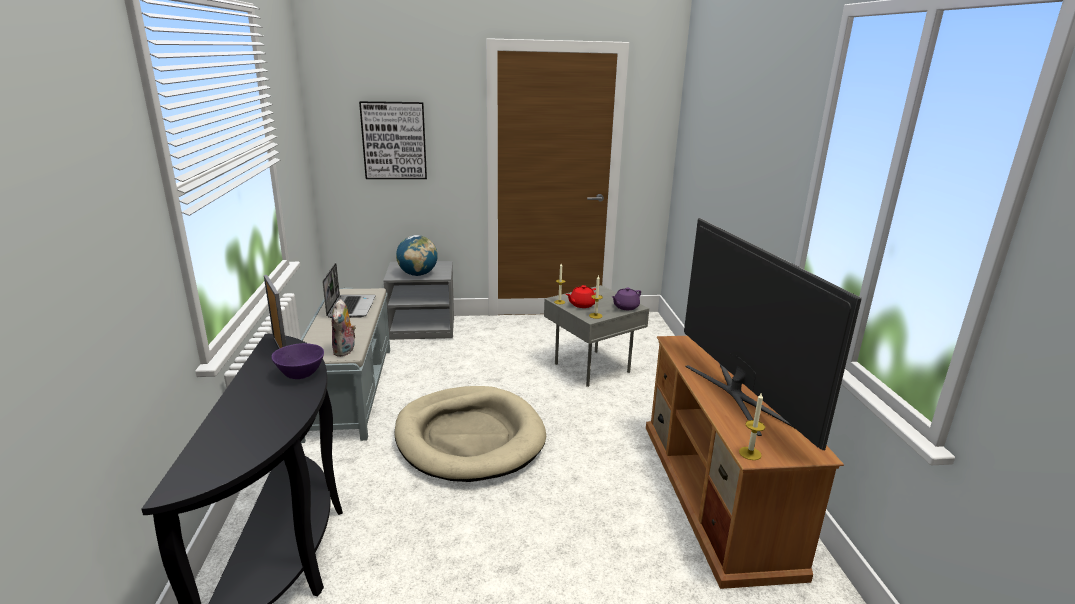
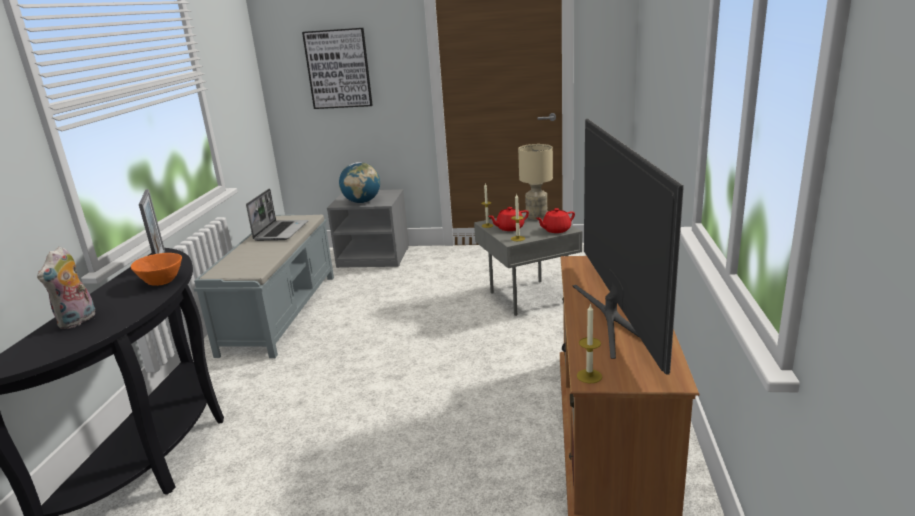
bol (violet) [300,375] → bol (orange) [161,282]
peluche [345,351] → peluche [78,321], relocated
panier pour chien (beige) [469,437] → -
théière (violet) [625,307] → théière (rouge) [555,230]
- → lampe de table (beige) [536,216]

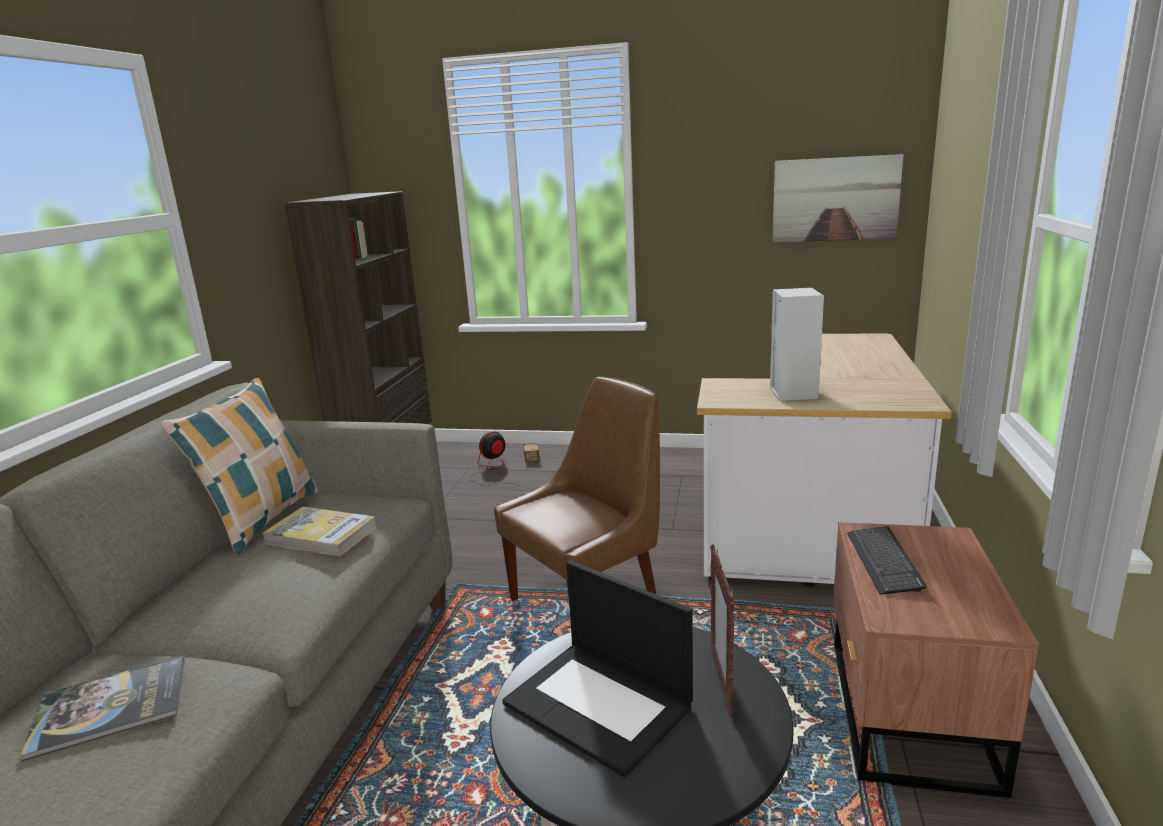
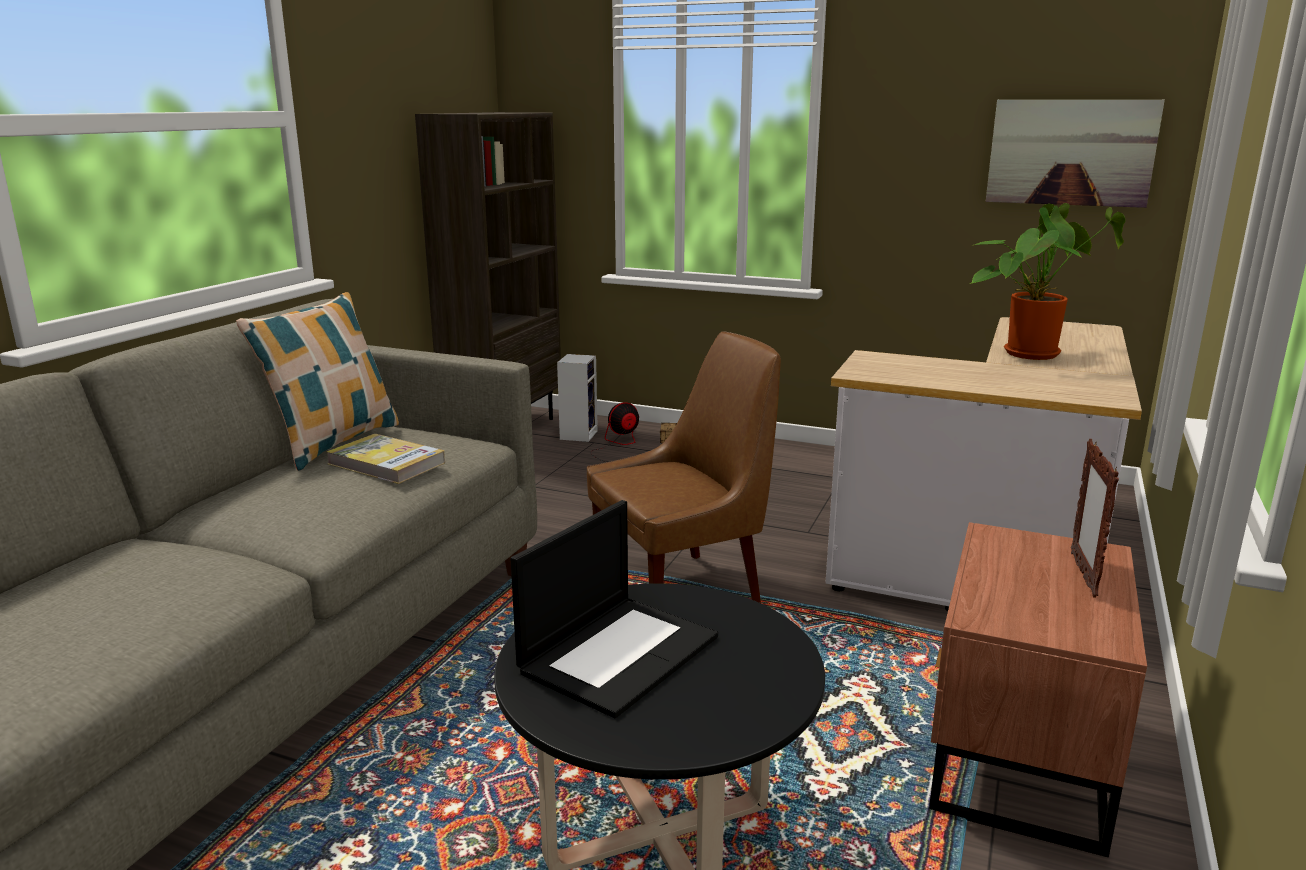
livre [110,707] → -
ordinateur portable [600,705] → ordinateur portable [619,652], 105 degrees counterclockwise
cadre photo [721,681] → cadre photo [1083,574], relocated
enceinte [791,392] → enceinte [578,434], relocated
clavier [884,561] → -
- → plante en pot [1031,352]

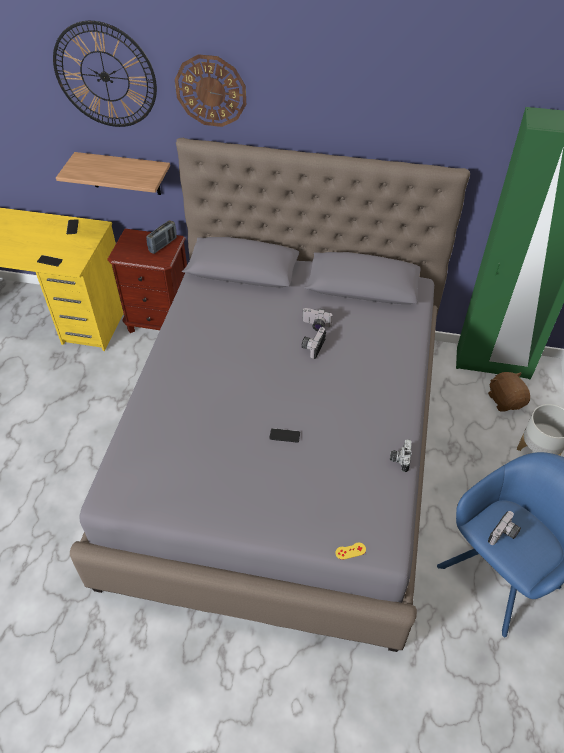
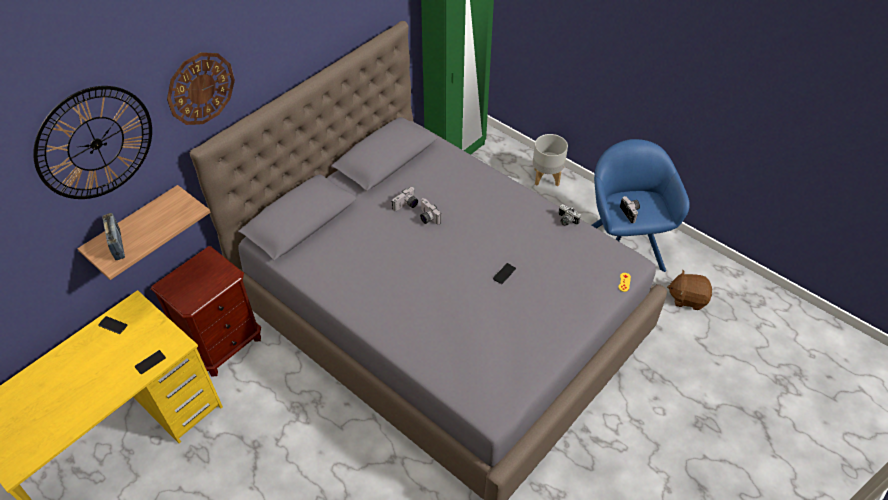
radio [163,245] → radio [118,245], relocated
peluche (marron) [505,400] → peluche (marron) [687,298], relocated

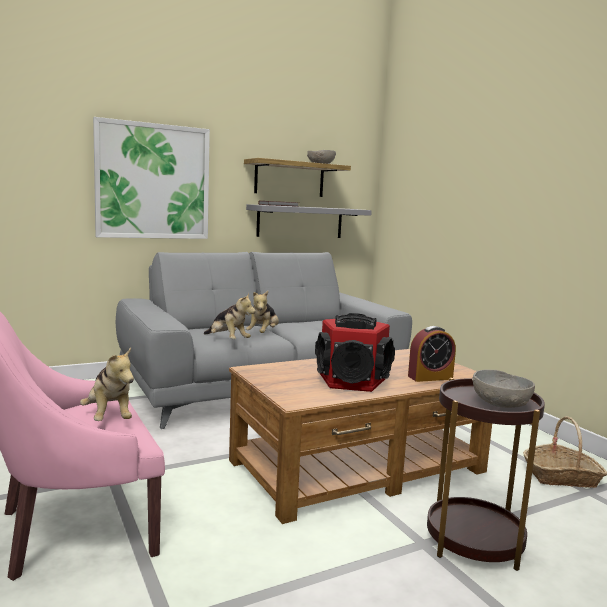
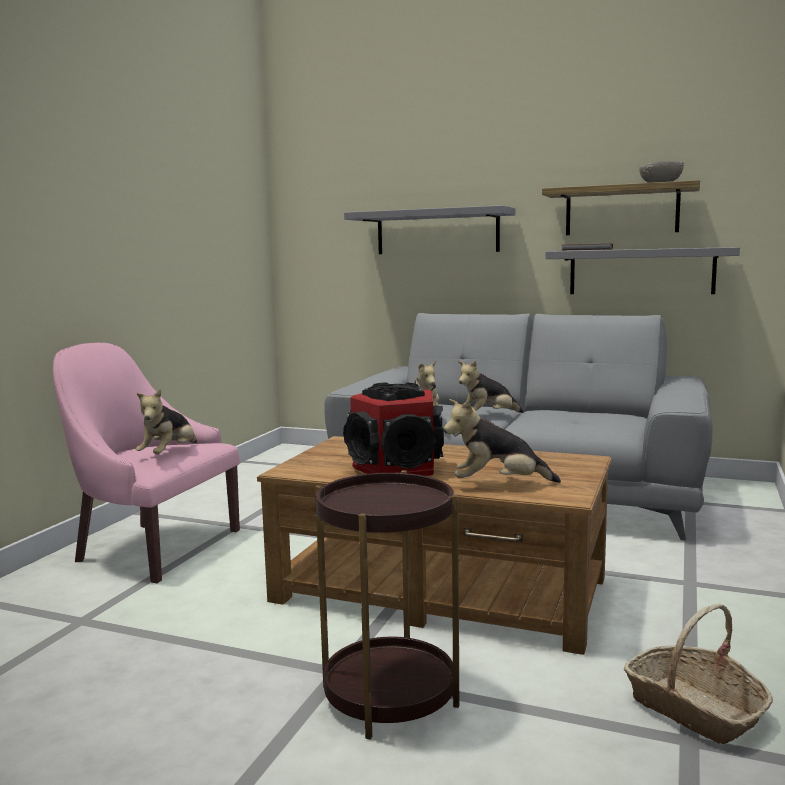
tableau [153,181] → étagère (gris) [437,232]
réveil [430,377] → peluche [498,485]
bol (gris) [501,403] → -

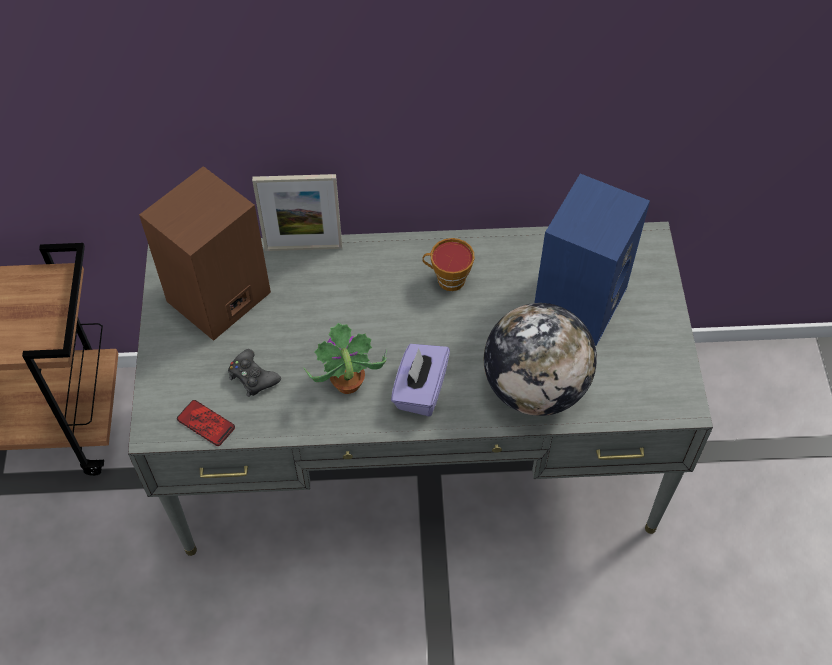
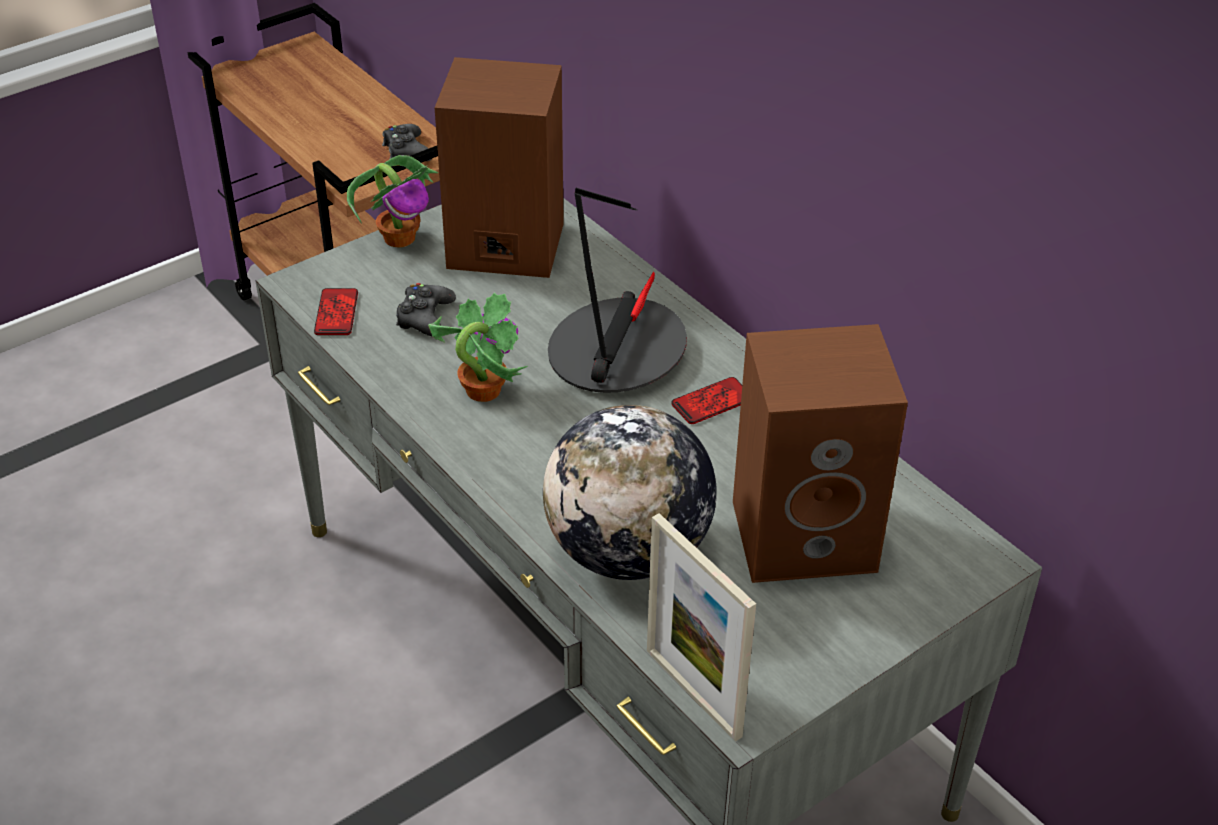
cadre photo [303,247] → cadre photo [693,693], relocated
boîte à mouchoirs (violet) [420,390] → -
tasse [447,279] → téléphone [712,402]
enceinte (bleu) [578,300] → enceinte (marron) [806,533]
- → plante en pot [400,237]
- → manette (noir) [406,151]
- → lampe de table [617,350]

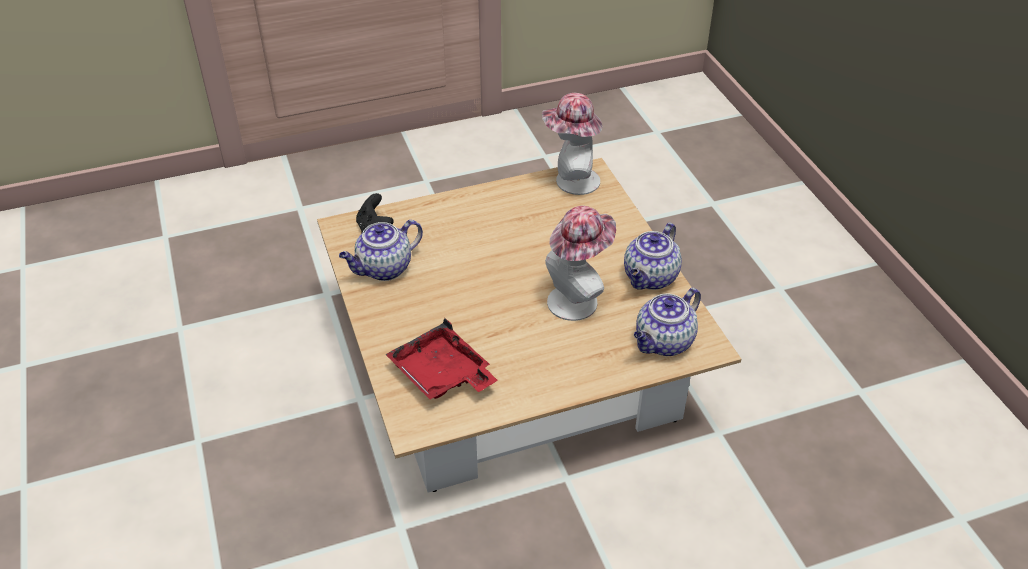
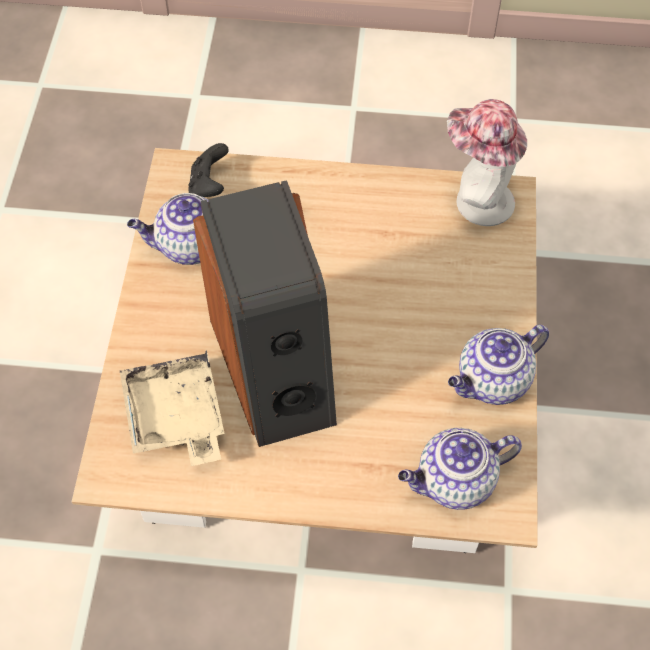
plateau (rouge) [442,374] → plateau (beige) [176,417]
chapeau [577,299] → -
- → enceinte [275,368]

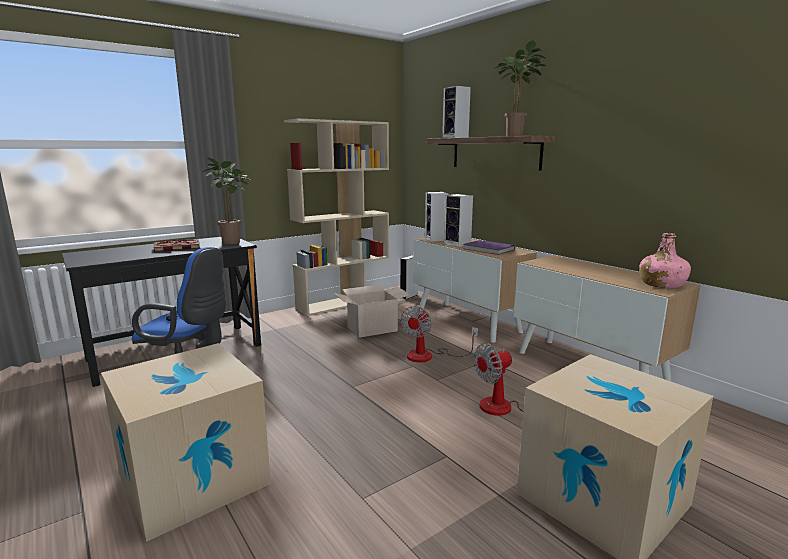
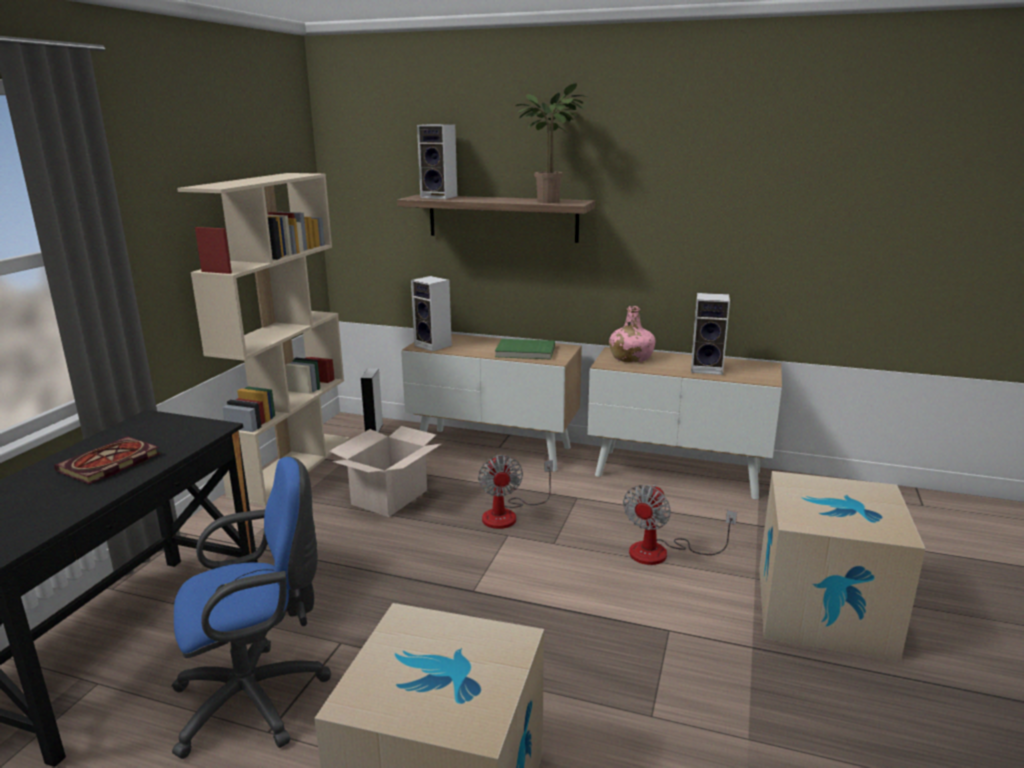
plante en pot [232,243] → -
enceinte [458,244] → enceinte [708,369], relocated
livre (violet) [488,249] → livre (vert) [525,352]
bouteille (rose) [661,284] → bouteille (rose) [630,358], relocated

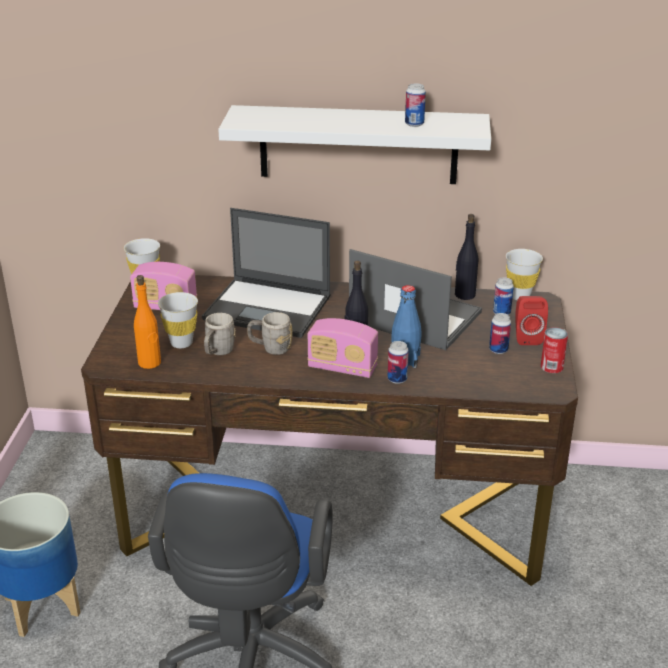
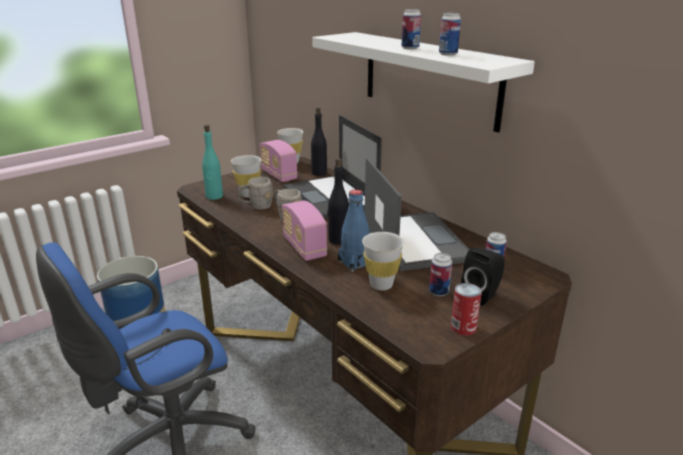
bouteille (orange) [150,363] → bouteille (turquoise) [214,196]
boîte métallique [397,379] → boîte métallique [410,48], relocated
bouteille (noir) [464,295] → bouteille (noir) [319,173], relocated
tasse (blanc) [519,296] → tasse (blanc) [381,285], relocated
enceinte (rouge) [527,337] → enceinte (noir) [482,295]

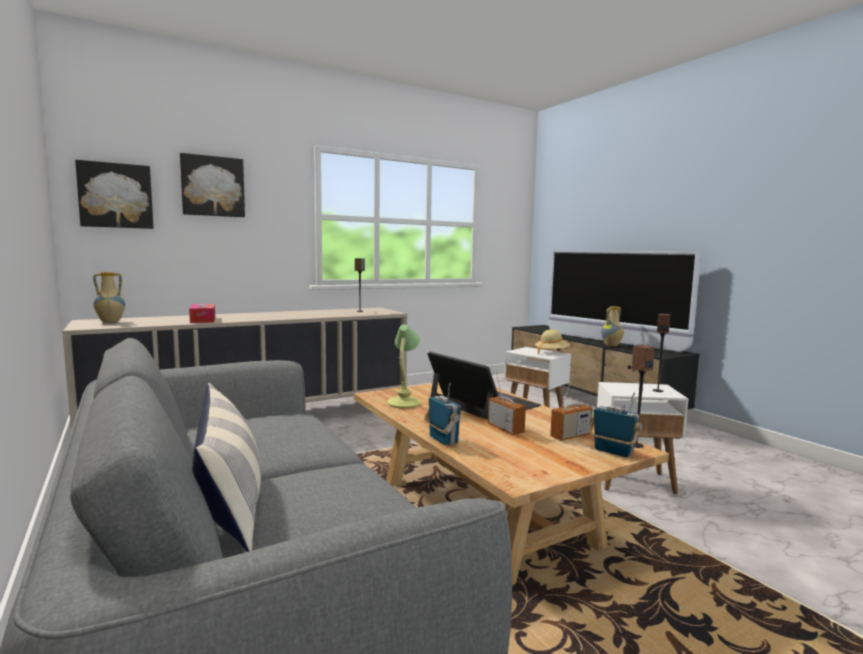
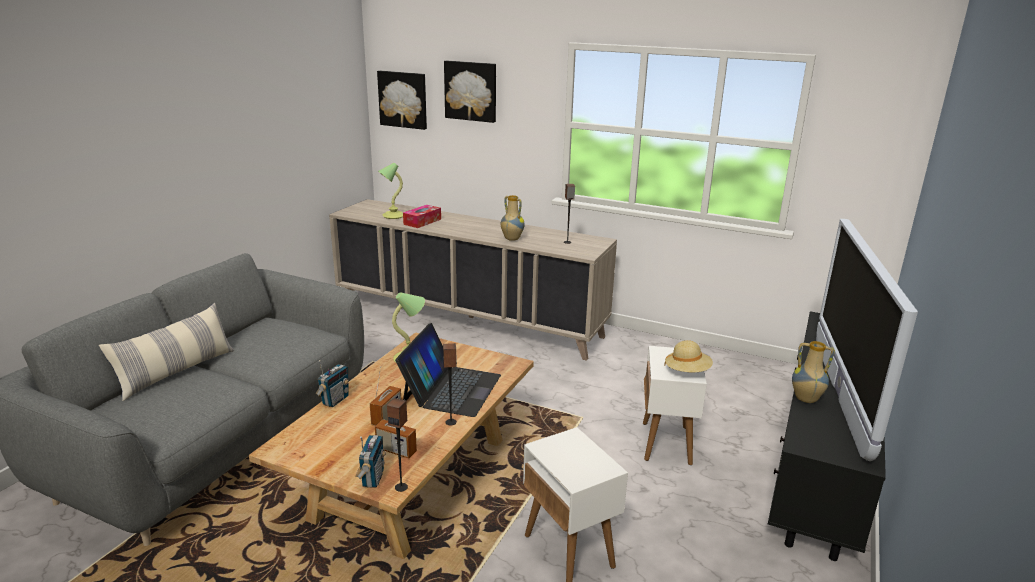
vase [110,321] → vase [511,239], relocated
enceinte [658,390] → enceinte [451,422], relocated
- → lampe de table [392,216]

